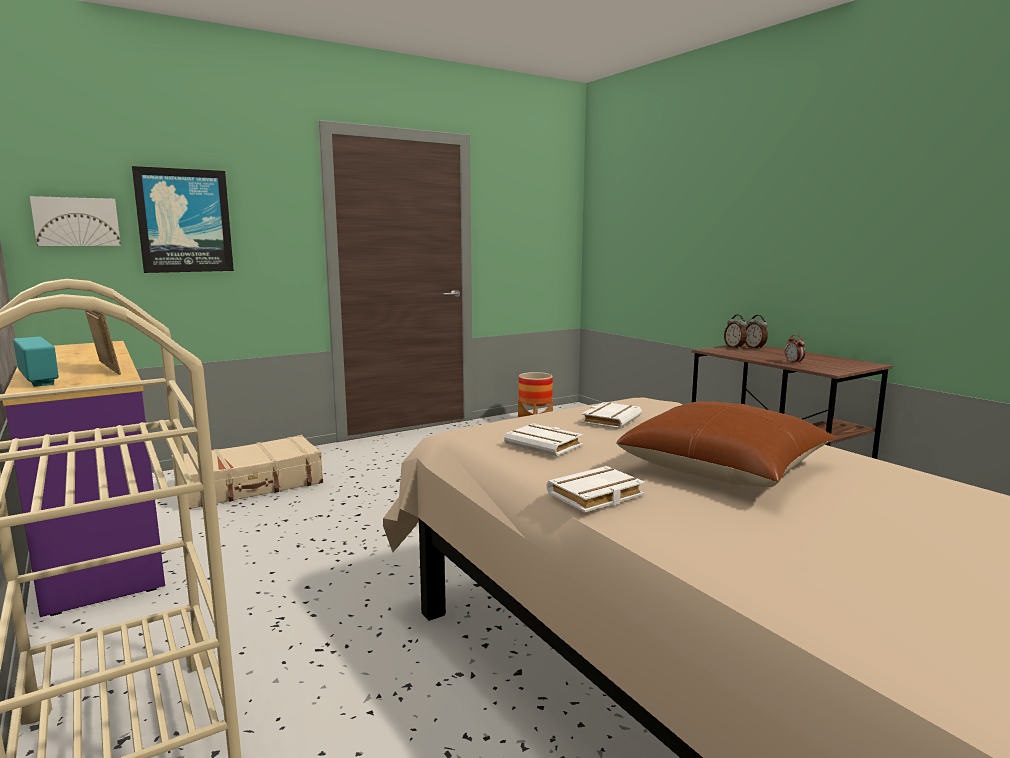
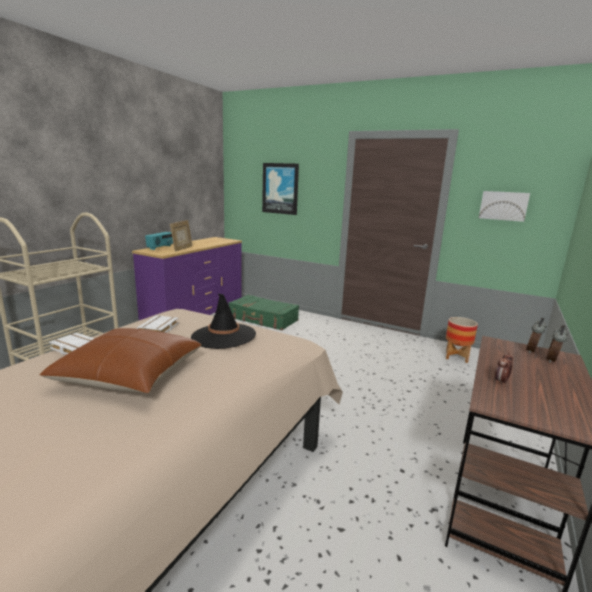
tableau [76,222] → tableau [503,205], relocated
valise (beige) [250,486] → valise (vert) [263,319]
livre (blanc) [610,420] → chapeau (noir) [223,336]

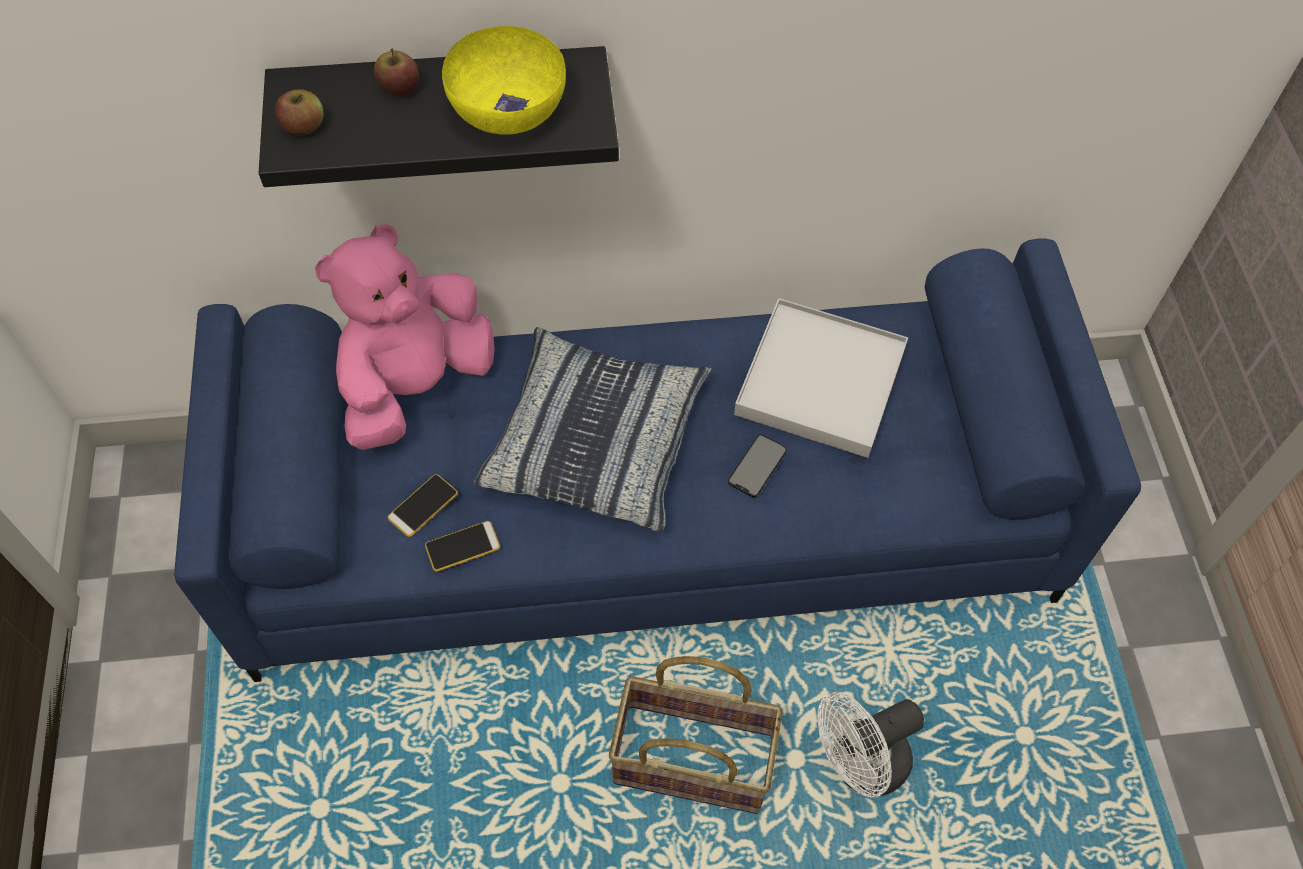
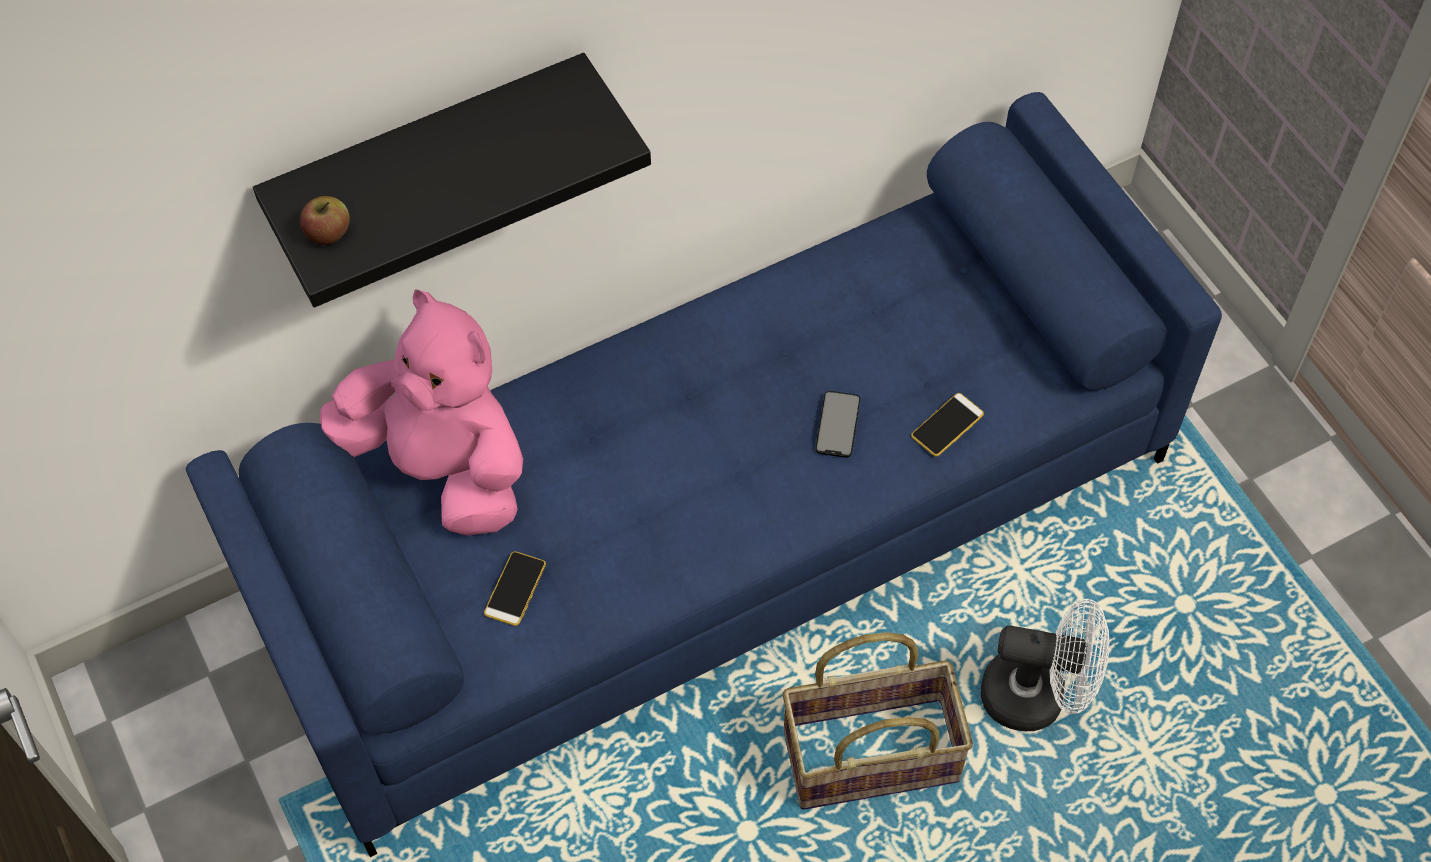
peluche (rose) [415,385] → peluche (rose) [442,468], 105 degrees clockwise
pomme [399,87] → -
téléphone [462,546] → téléphone [947,425], relocated
bol (jaune) [506,109] → -
coussin [596,440] → -
plateau (blanc) [820,381] → -
ventilateur (blanc) [859,765] → ventilateur (blanc) [1037,696], 120 degrees counterclockwise

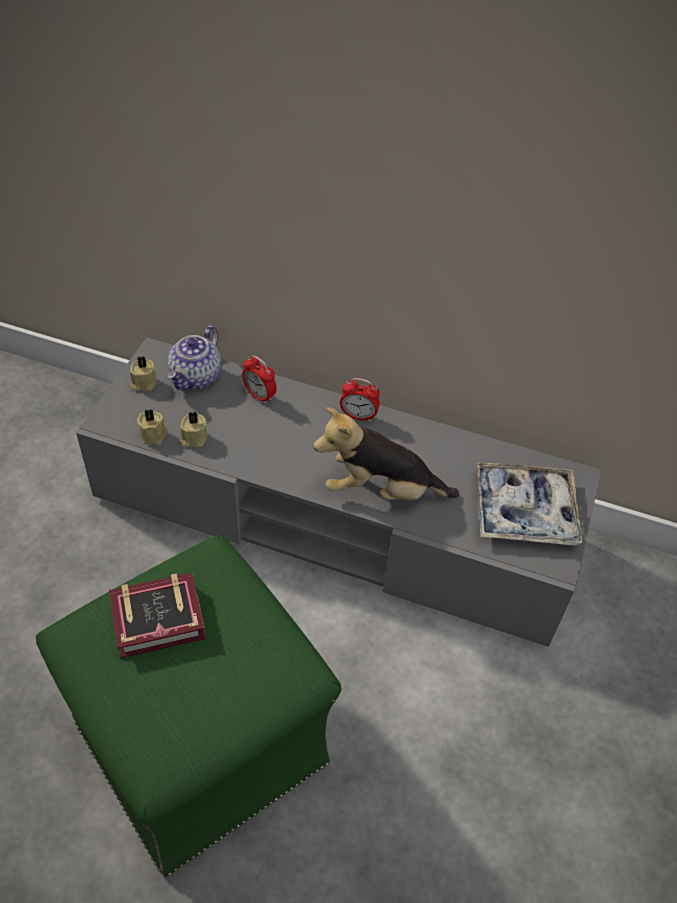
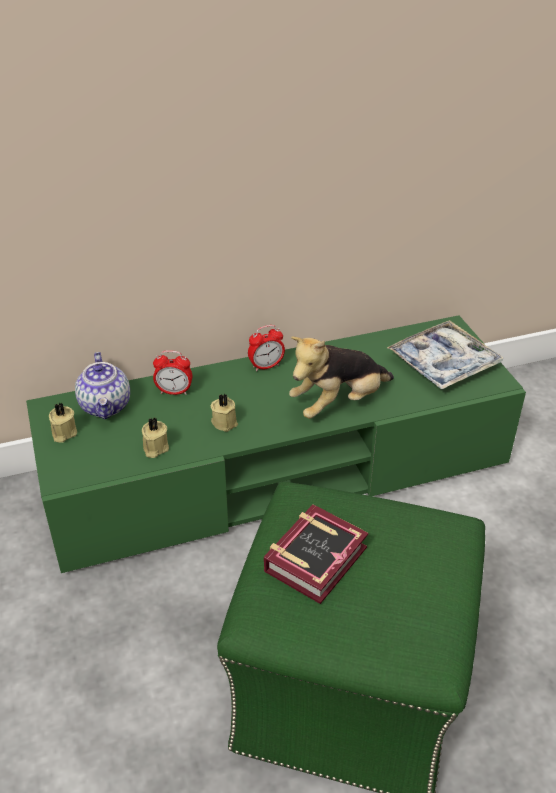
meuble télé (gris) [333,517] → meuble télé (vert) [278,471]
bougie (beige) [154,435] → bougie (beige) [225,422], relocated

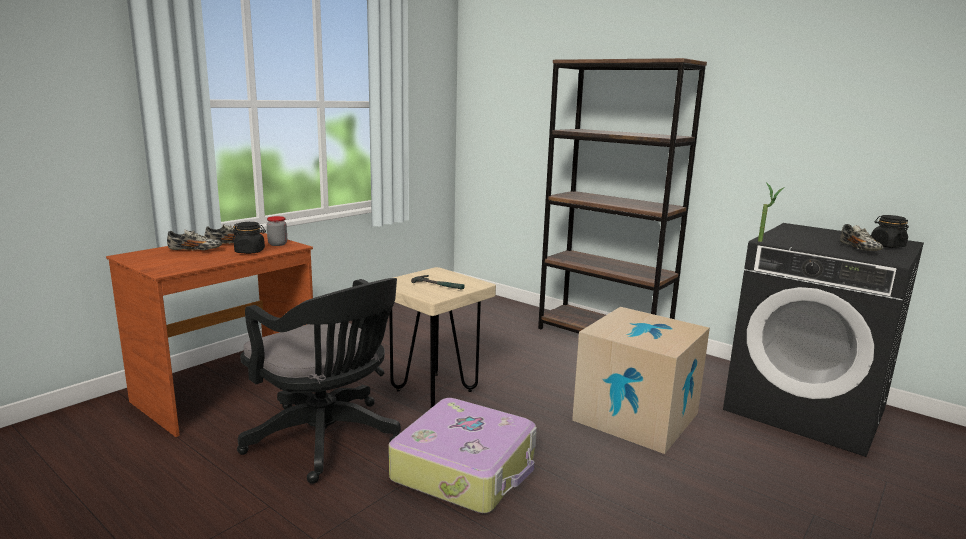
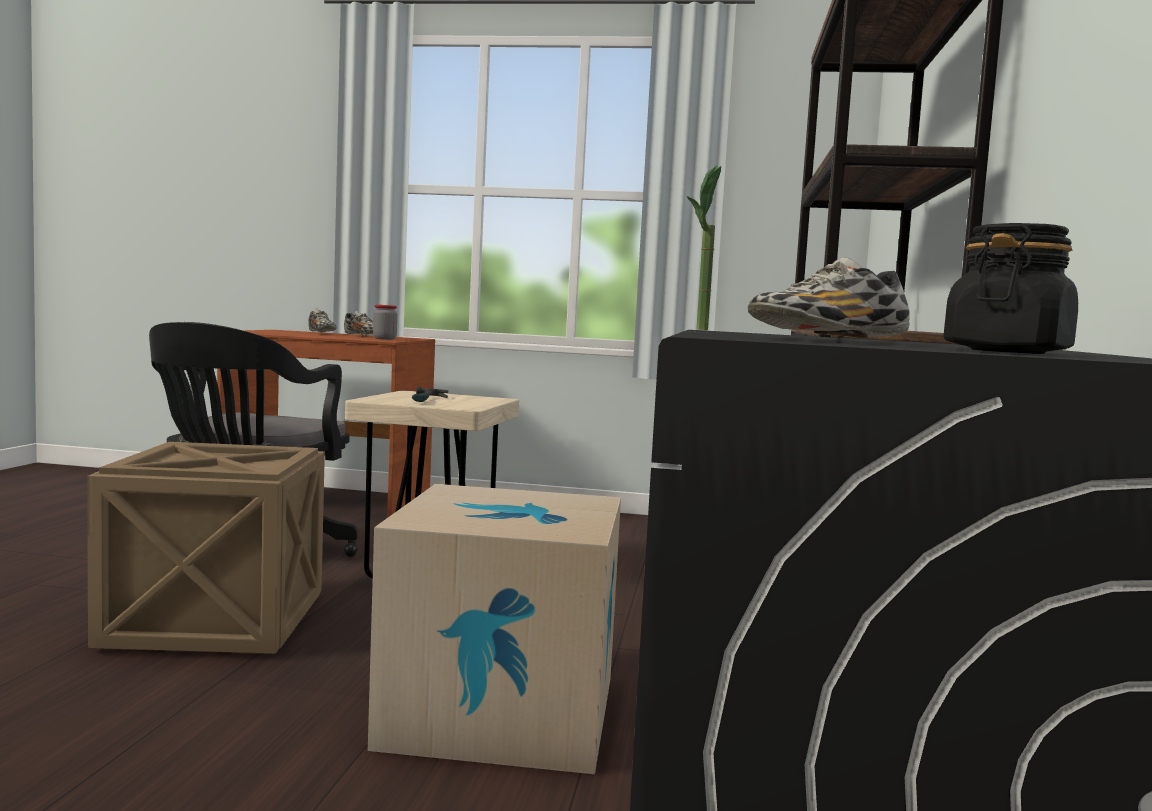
bocal (noir) [250,251] → -
valise [466,469] → caisse [218,620]

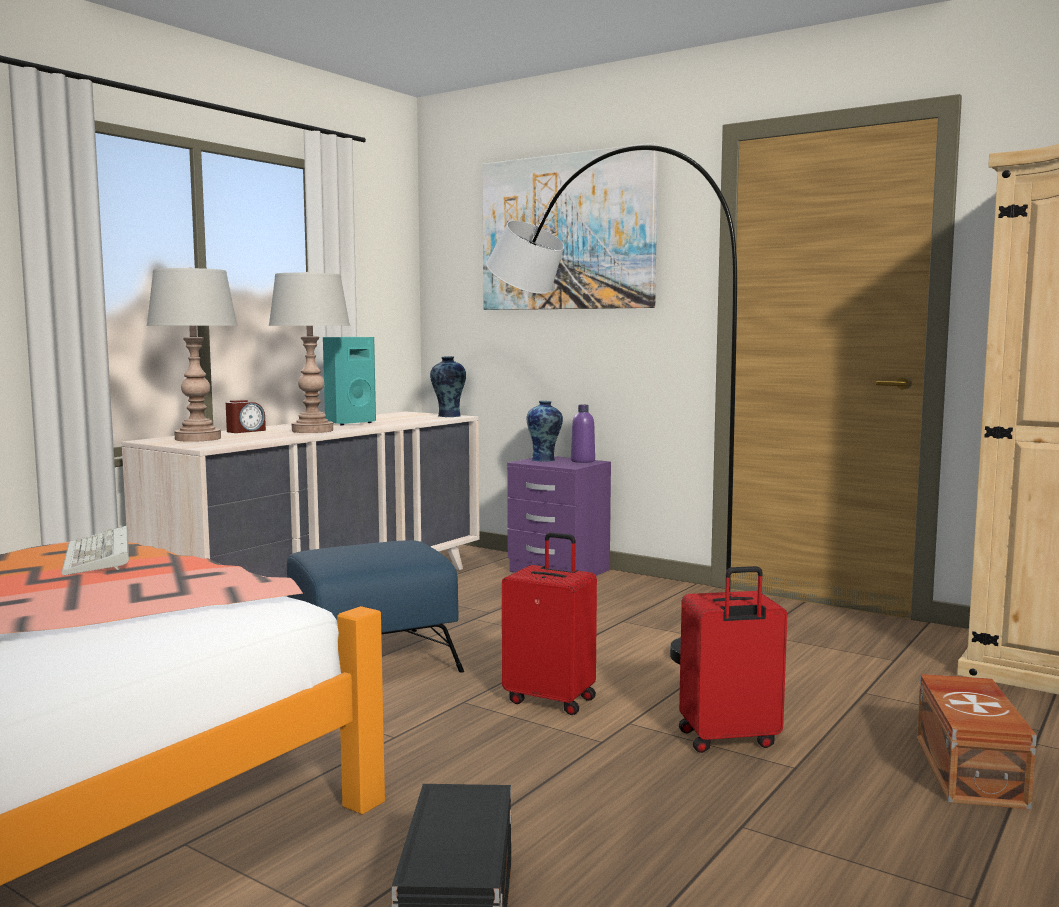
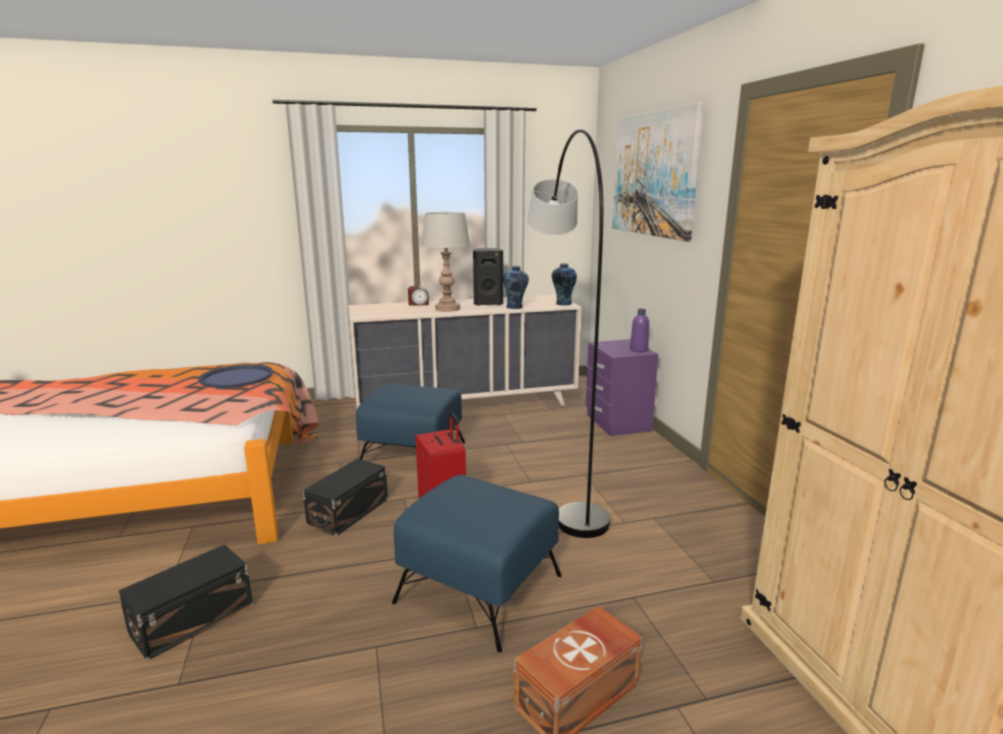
clavier [100,558] → plateau (bleu) [237,377]
lampe de table (gris) [197,439] → -
enceinte (turquoise) [349,423] → enceinte (noir) [488,303]
vase [544,460] → vase [515,307], relocated
valise (rouge) [728,740] → pouf (bleu) [478,588]
- → boîte de rangement (noir) [350,511]

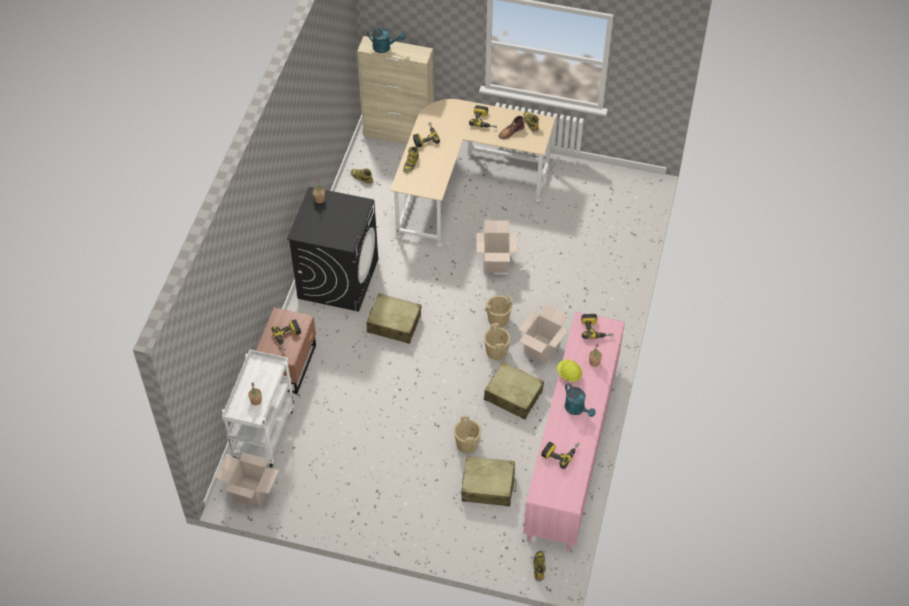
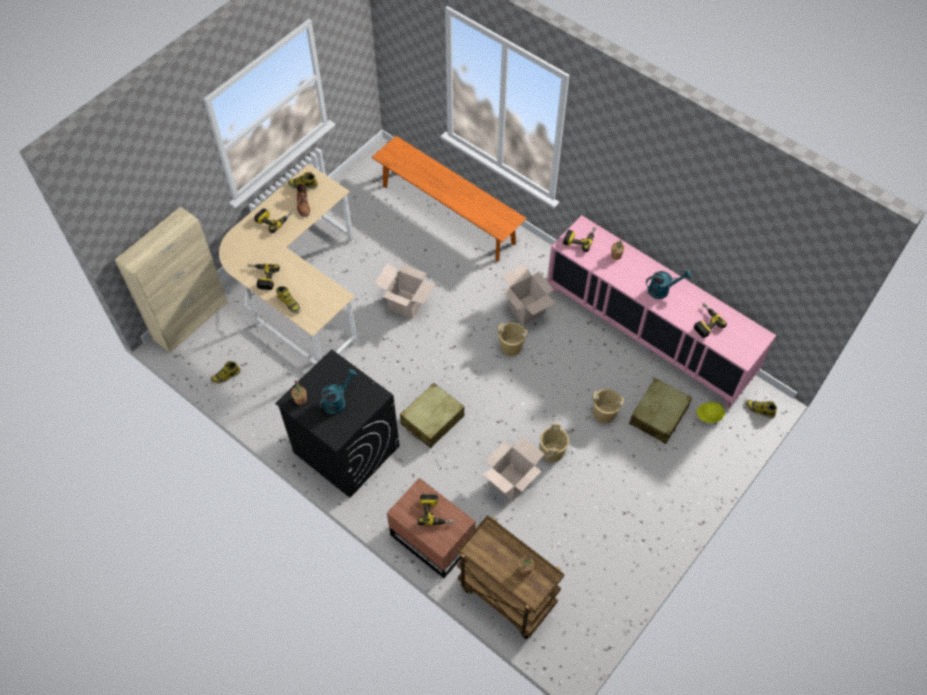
carton [251,493] → carton [511,482], relocated
chariot (blanc) [263,432] → chariot (marron) [505,595]
arrosoir (turquoise) [385,47] → arrosoir (turquoise) [337,401], relocated
valise (beige) [513,395] → -
seau (beige) [498,319] → seau (beige) [552,452], relocated
casque de chantier (jaune) [569,374] → casque de chantier (jaune) [709,416], relocated
- → banc (orange) [448,214]

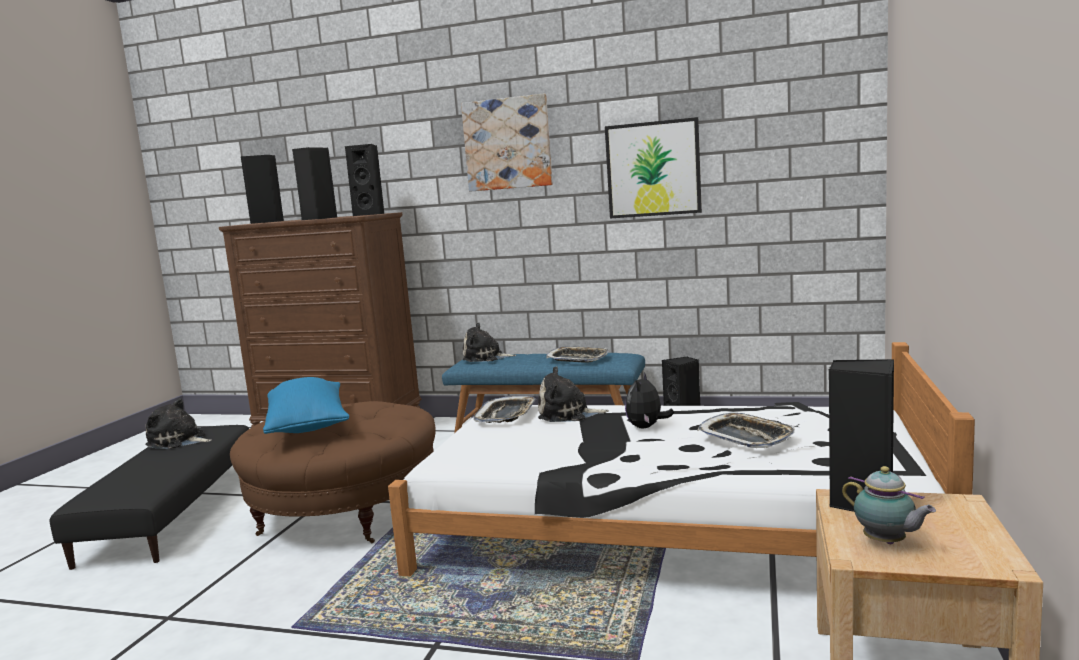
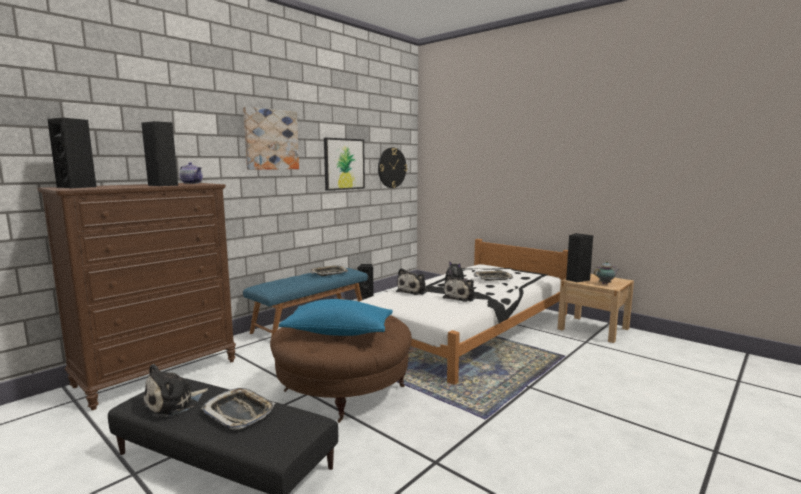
enceinte (noir) [371,214] → théière [192,183]
peluche [485,358] → peluche [461,297], relocated
plateau [506,415] → plateau [239,412], relocated
- → horloge murale [391,167]

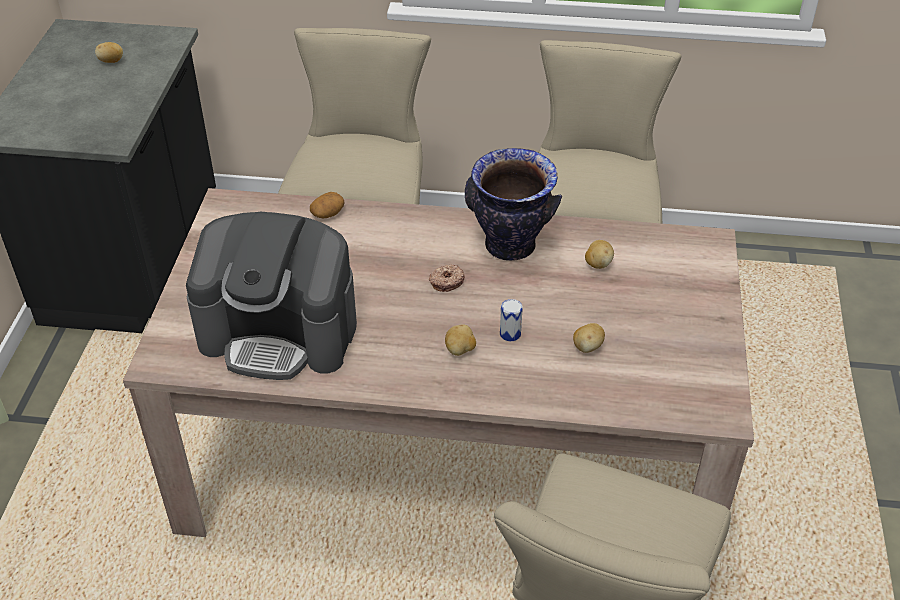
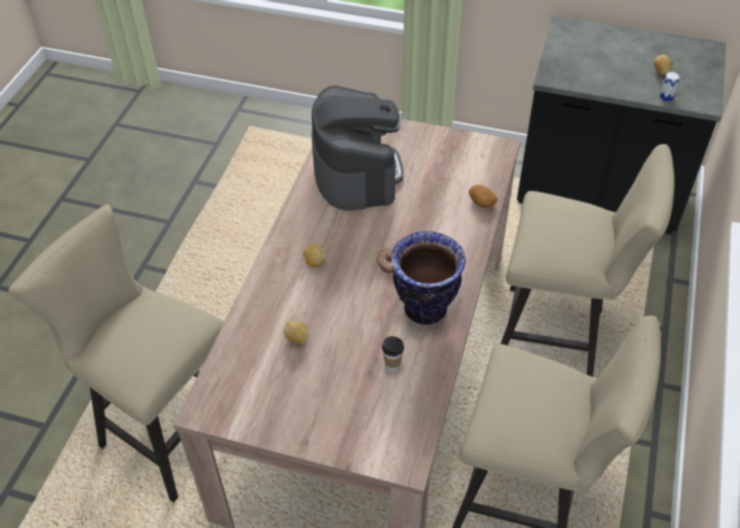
machine à café [280,332] → machine à café [356,172], 150 degrees clockwise
boîte métallique [510,334] → boîte métallique [666,97], relocated
pomme de terre [598,263] → tasse [392,366]

